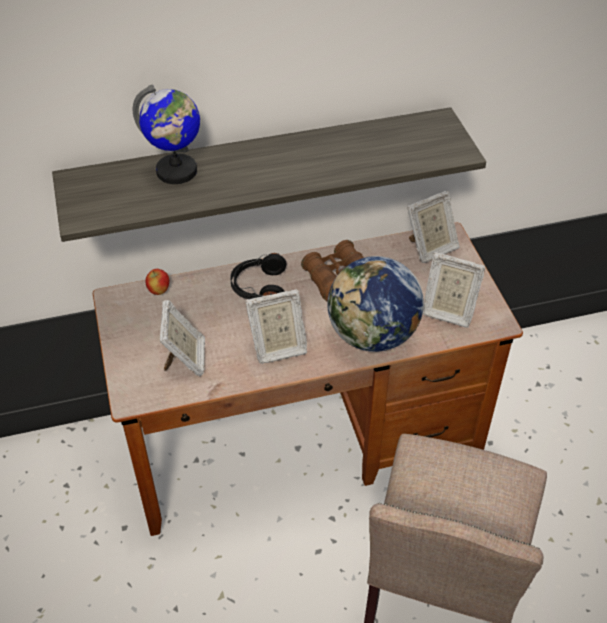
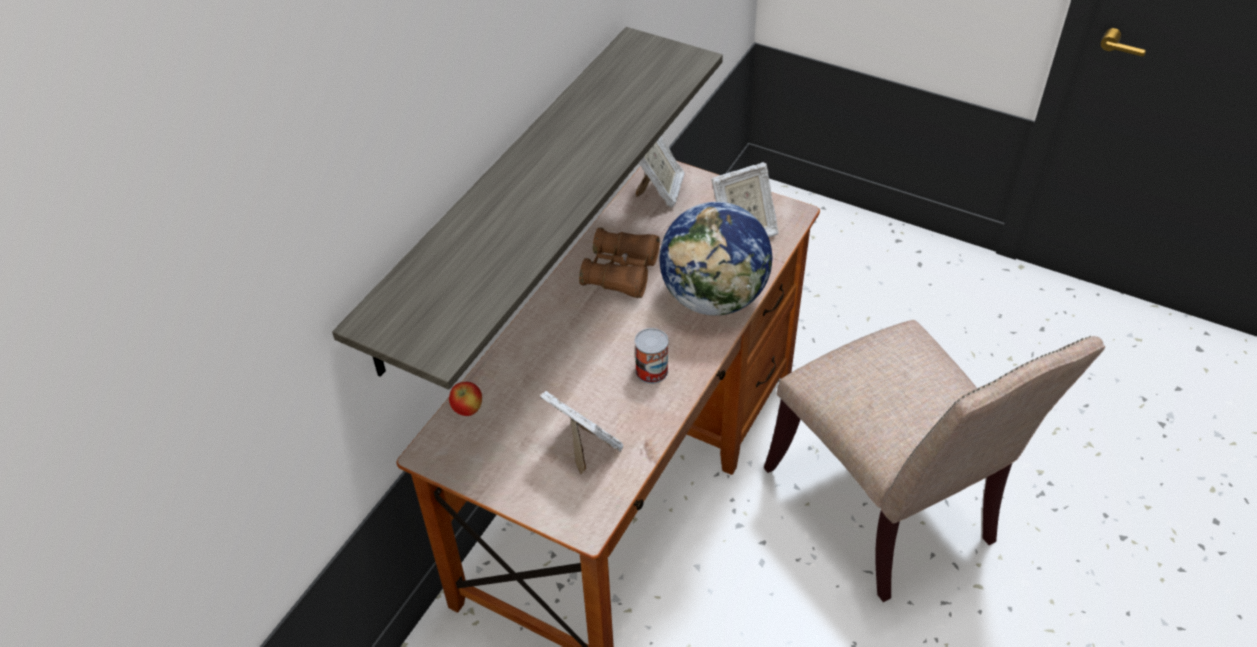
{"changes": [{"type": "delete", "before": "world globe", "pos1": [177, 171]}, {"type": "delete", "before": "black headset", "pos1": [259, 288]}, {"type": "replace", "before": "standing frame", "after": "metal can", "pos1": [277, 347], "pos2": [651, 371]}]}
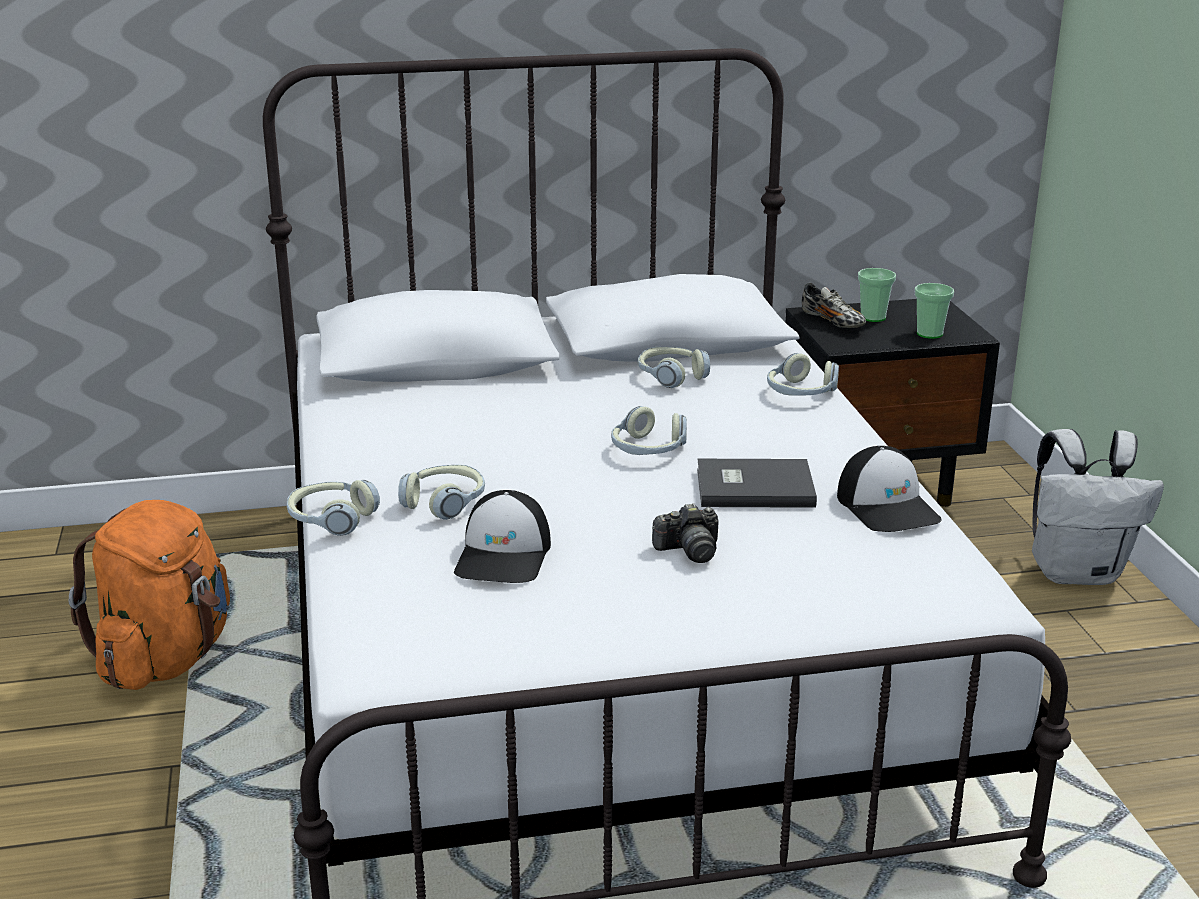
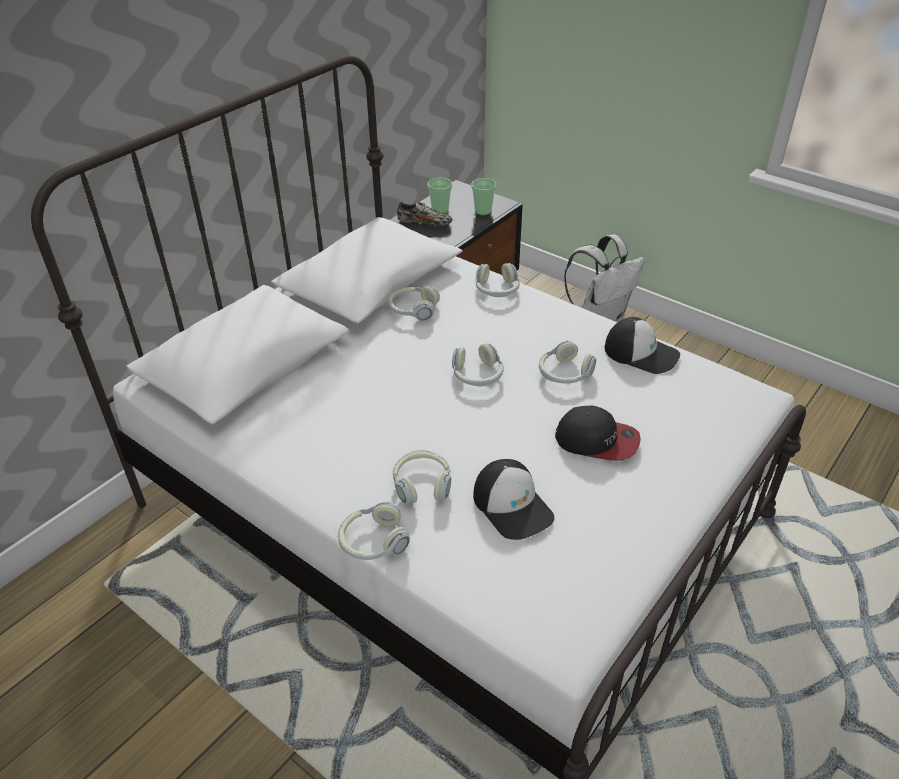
{"changes": [{"type": "replace", "before": "grey volume", "after": "headset", "pos1": [752, 486], "pos2": [564, 374]}, {"type": "delete", "before": "orange-coloured backpack", "pos1": [166, 658]}, {"type": "replace", "before": "photo camera", "after": "cap", "pos1": [689, 550], "pos2": [597, 440]}]}
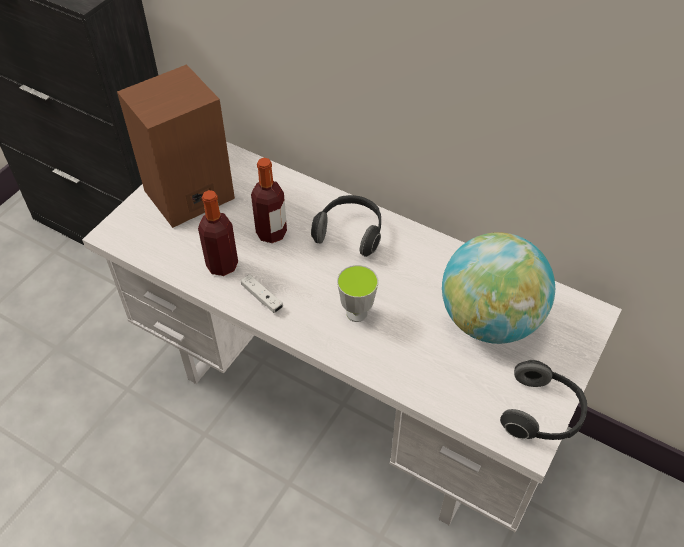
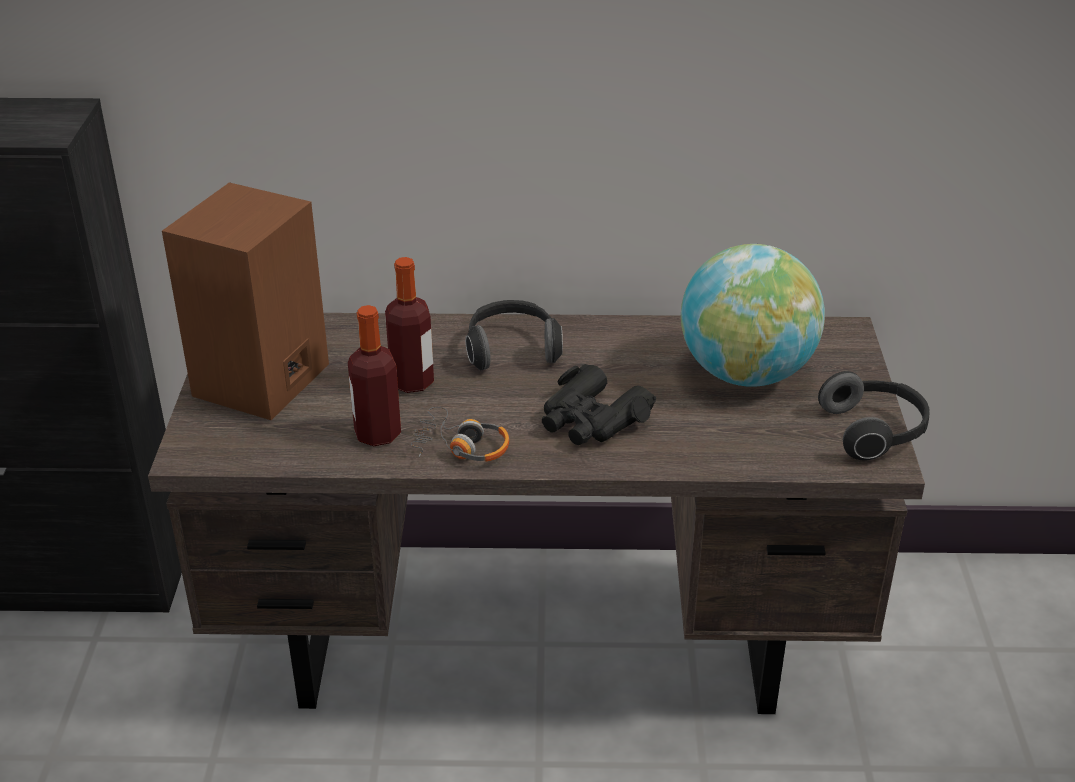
{"changes": [{"type": "recolor", "before": "whitish desk table", "after": "brown-coloured desk table", "pos1": [345, 400], "pos2": [541, 638]}, {"type": "replace", "before": "drinking cup", "after": "black pair of binoculars", "pos1": [356, 313], "pos2": [591, 420]}, {"type": "replace", "before": "whitish joypad", "after": "headset", "pos1": [262, 298], "pos2": [461, 447]}]}
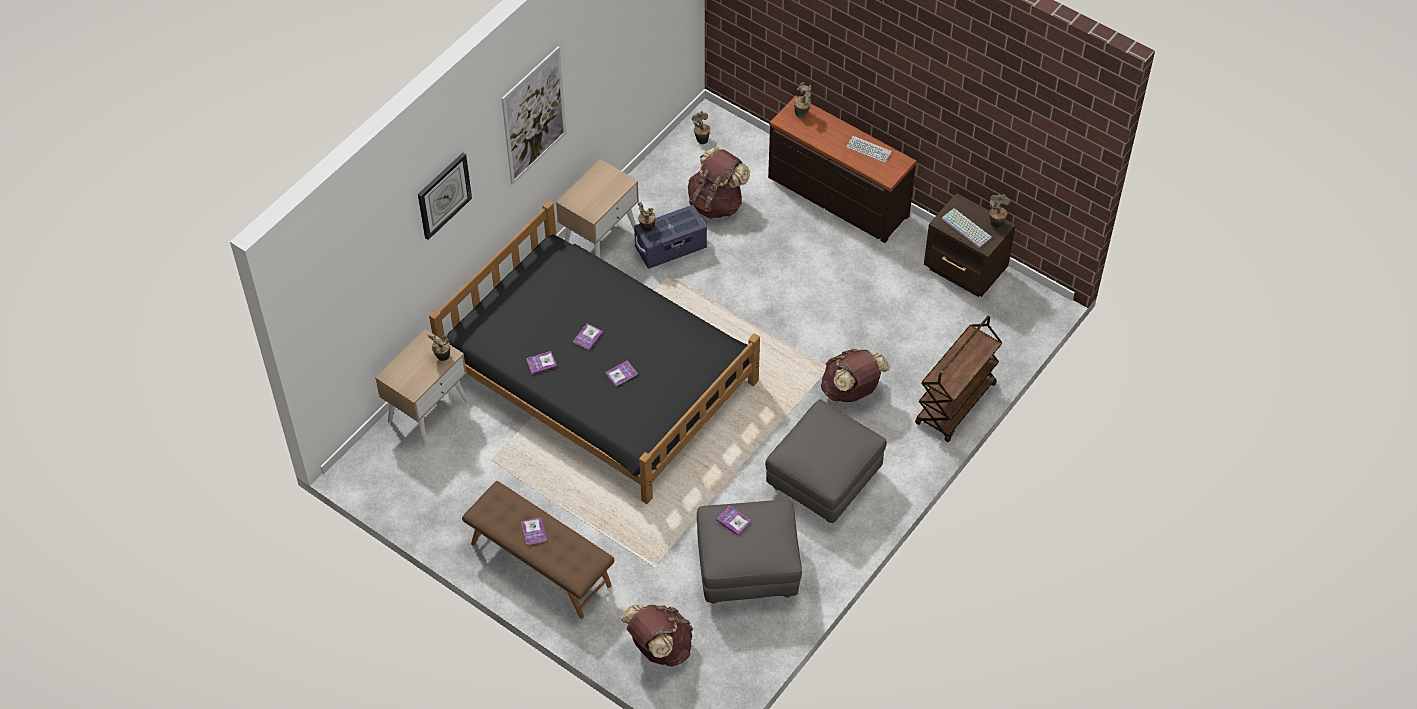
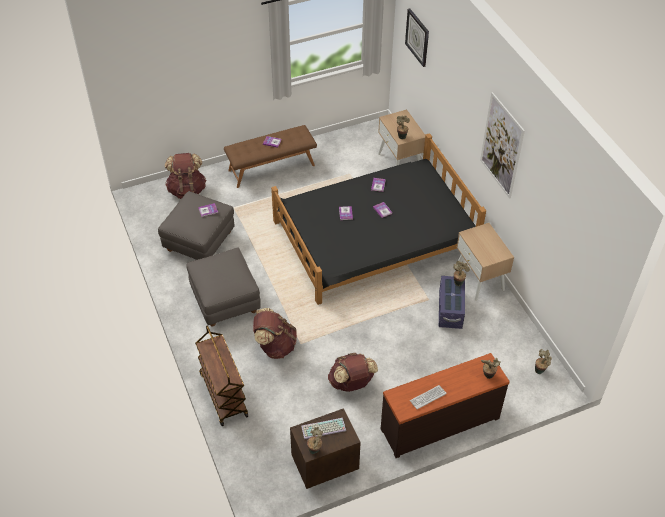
{"changes": [{"type": "move", "before": "brown-coloured backpack", "pos1": [716, 203], "pos2": [351, 383]}, {"type": "move", "before": "clock on the wall", "pos1": [443, 195], "pos2": [417, 37]}]}
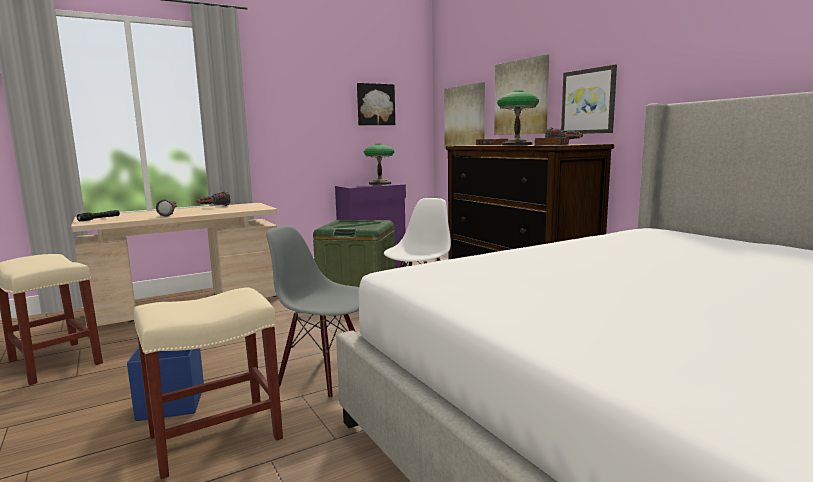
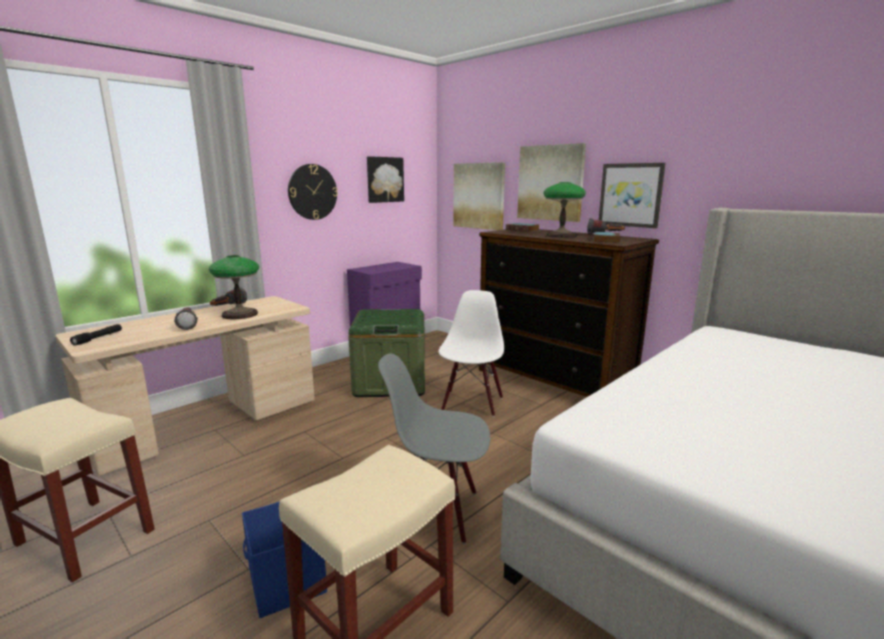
{"changes": [{"type": "move", "before": "tabletop lamp", "pos1": [380, 183], "pos2": [240, 314]}, {"type": "insert", "after": "clock on the wall", "pos2": [312, 192]}]}
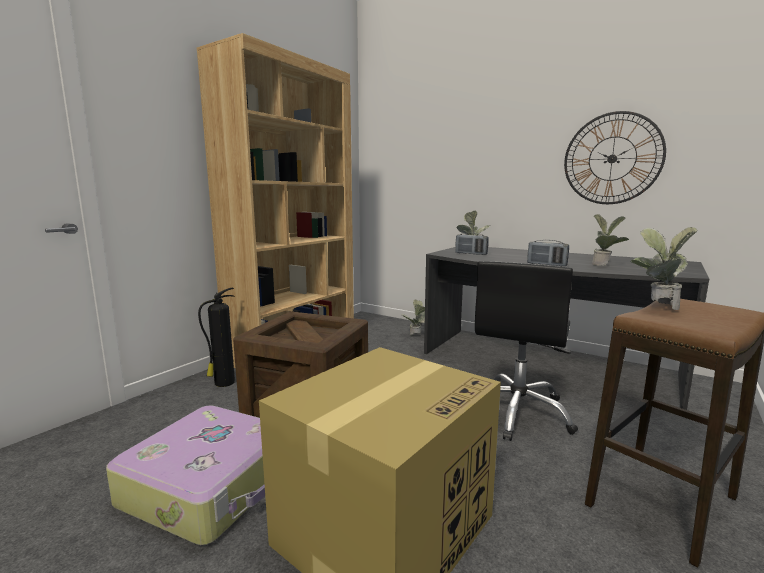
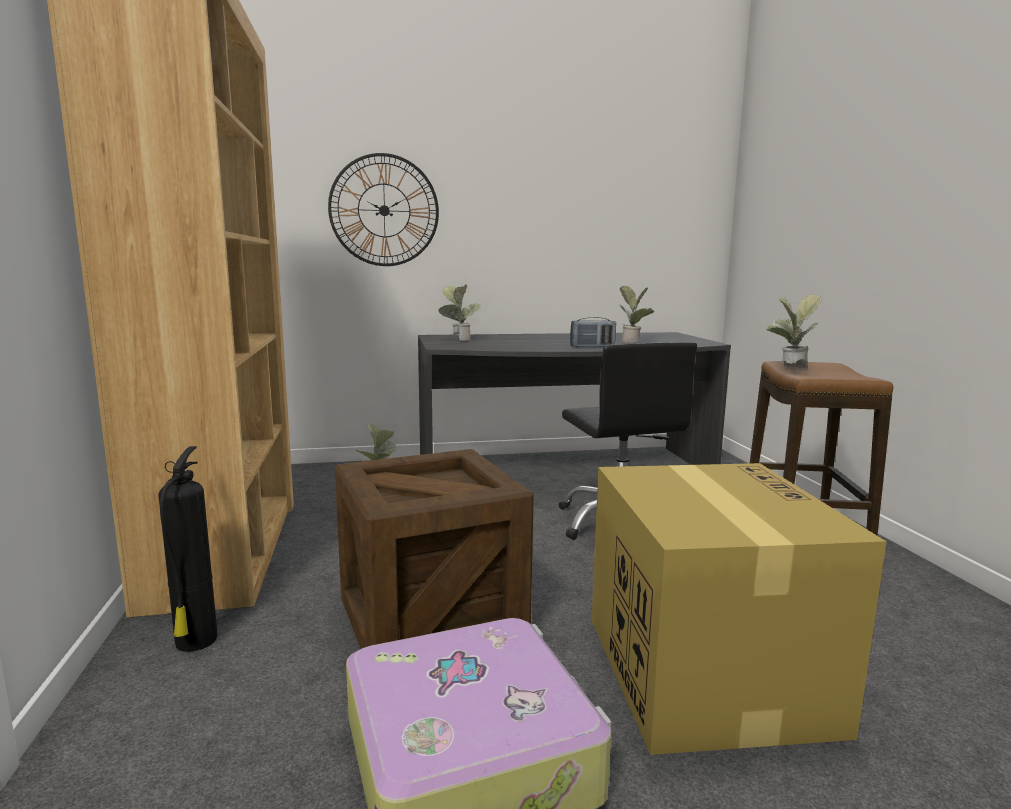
{"changes": [{"type": "move", "before": "clock on the wall", "pos1": [612, 158], "pos2": [384, 210]}, {"type": "delete", "before": "radio set", "pos1": [471, 254]}]}
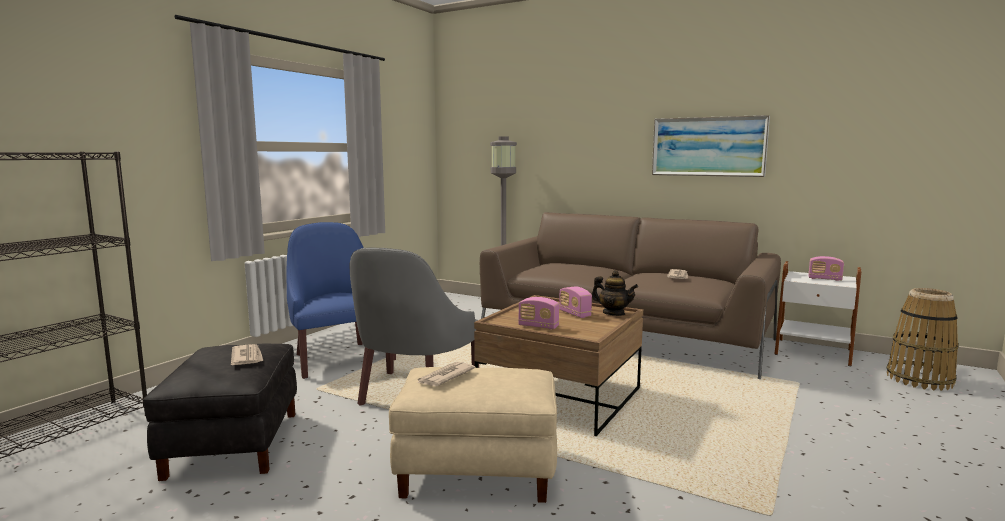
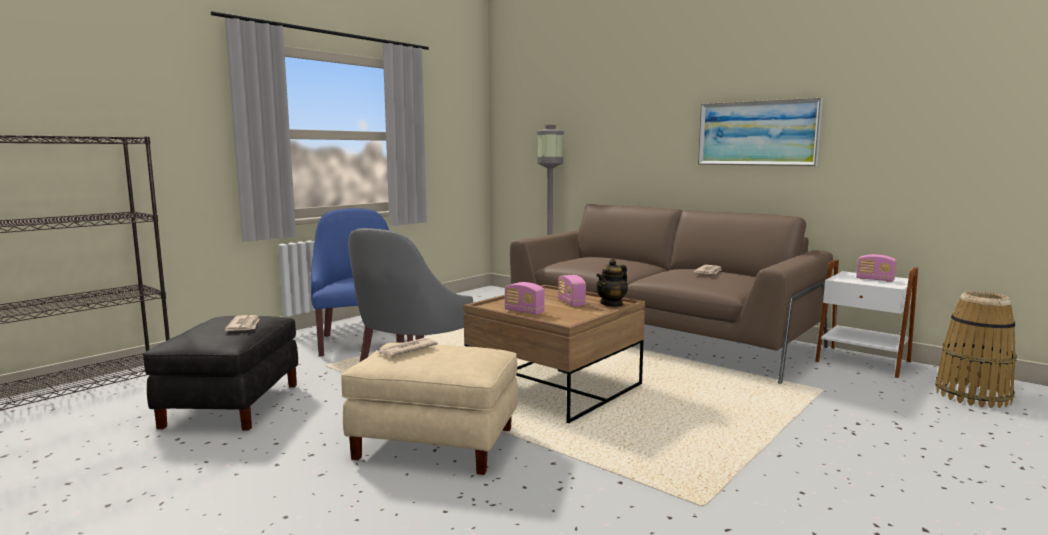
{"changes": [{"type": "rotate", "before": "tea pot", "pos1": [613, 313], "pos2": [612, 304], "turn": 90}]}
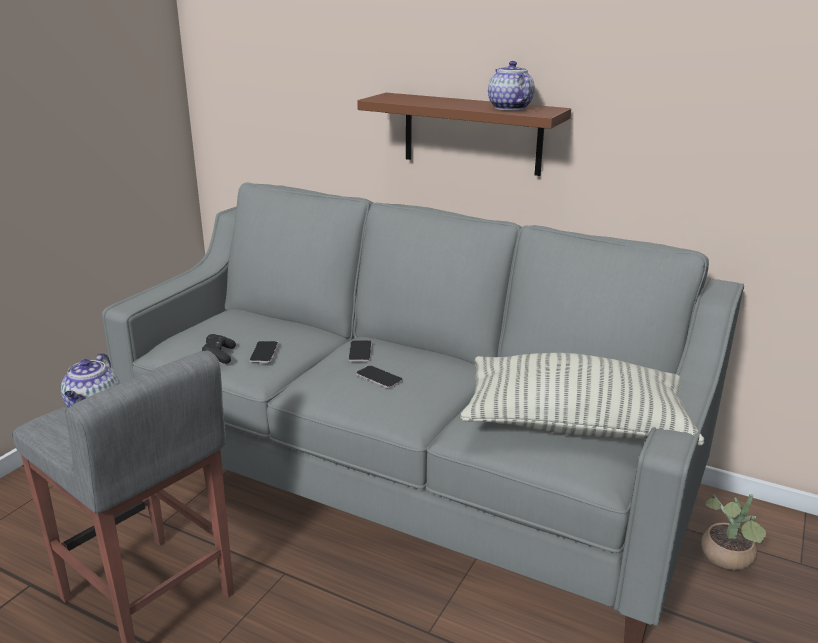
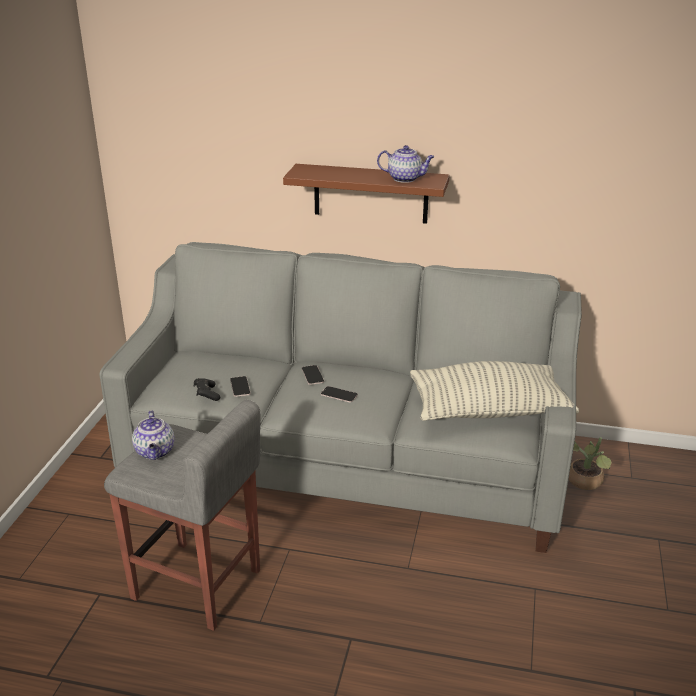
{"changes": [{"type": "rotate", "before": "tea pot", "pos1": [509, 108], "pos2": [405, 179], "turn": 135}]}
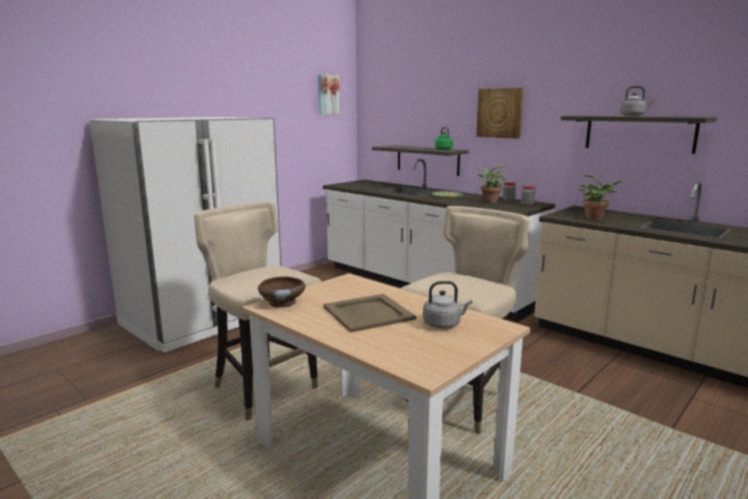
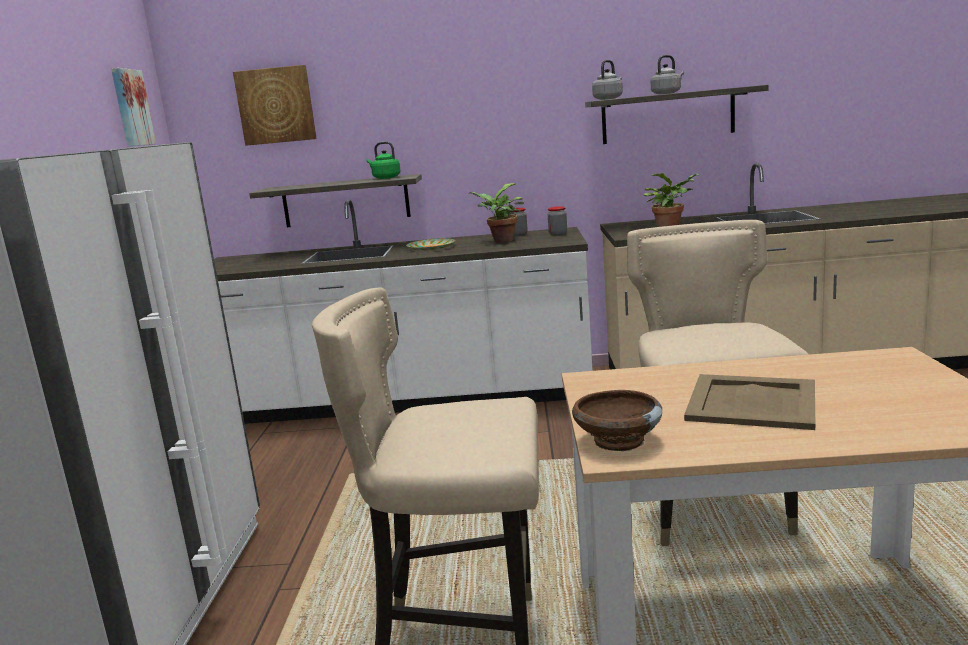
{"changes": [{"type": "move", "before": "picture", "pos1": [500, 113], "pos2": [276, 105]}, {"type": "move", "before": "grey water kettle", "pos1": [443, 324], "pos2": [608, 99]}]}
